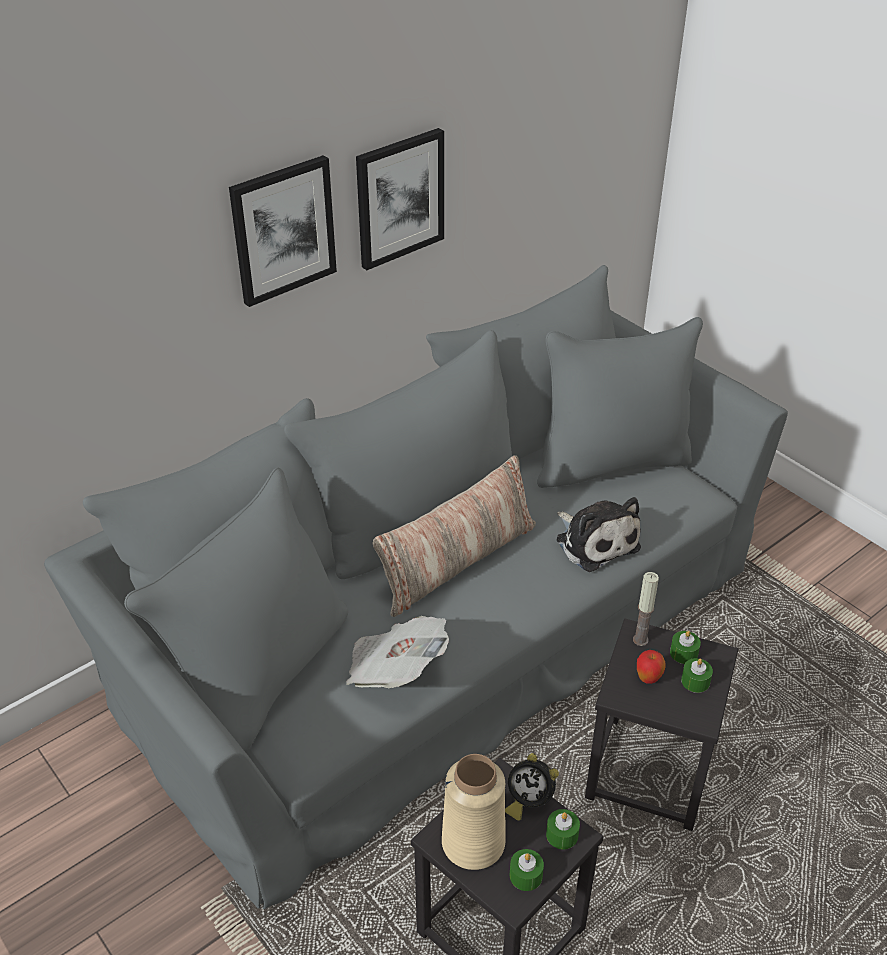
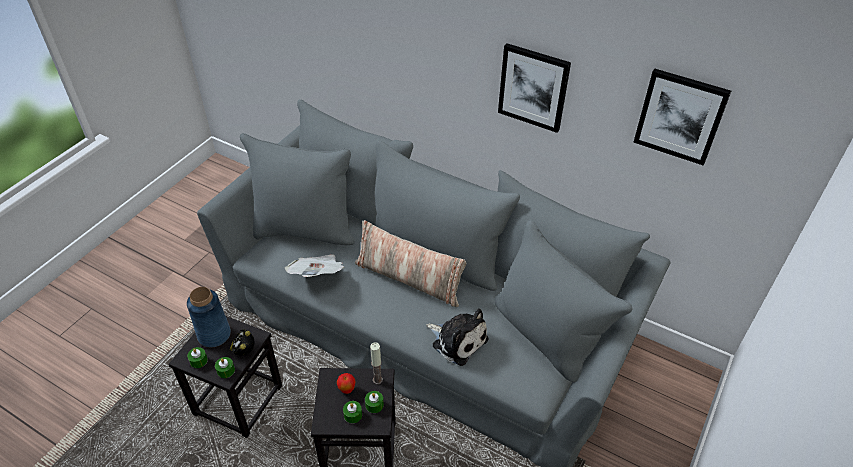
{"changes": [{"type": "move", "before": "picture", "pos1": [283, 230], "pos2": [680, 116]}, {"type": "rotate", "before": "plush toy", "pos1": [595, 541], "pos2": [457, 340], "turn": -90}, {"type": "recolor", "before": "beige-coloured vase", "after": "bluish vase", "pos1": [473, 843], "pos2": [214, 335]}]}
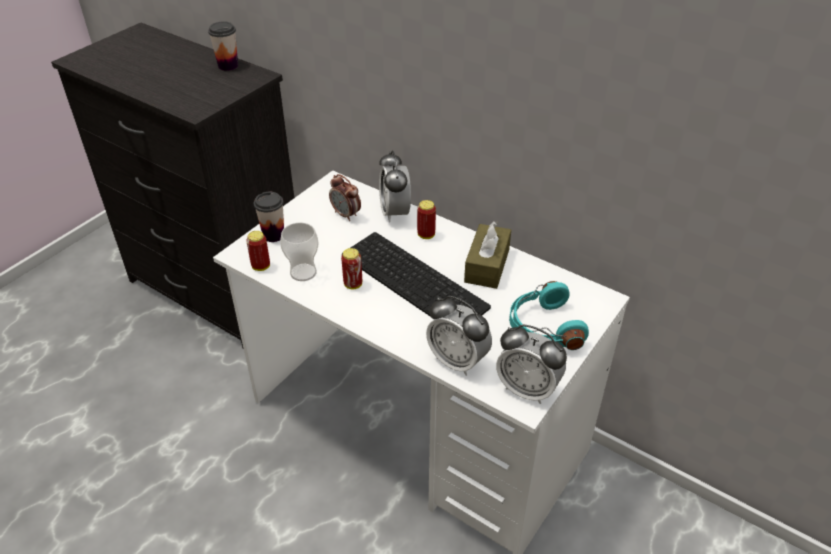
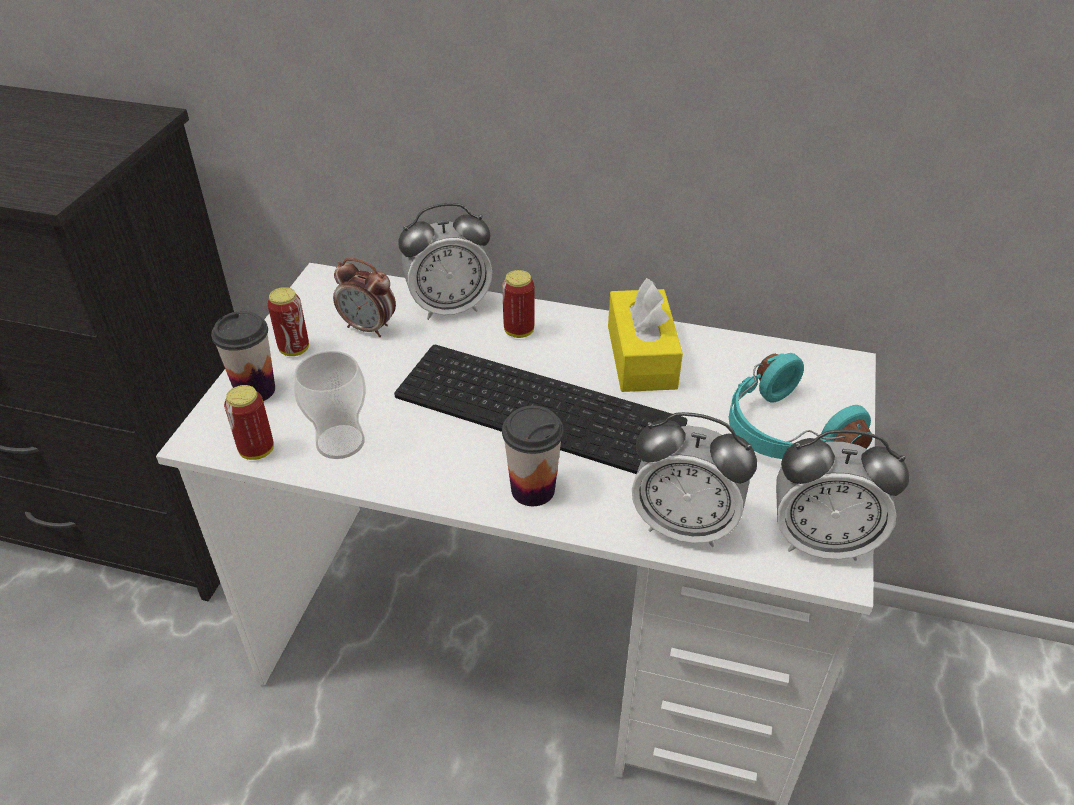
{"changes": [{"type": "move", "before": "drinking cup", "pos1": [228, 66], "pos2": [533, 490]}, {"type": "rotate", "before": "table clock", "pos1": [395, 212], "pos2": [449, 307], "turn": -75}, {"type": "recolor", "before": "brown-coloured tissue box", "after": "yellow-coloured tissue box", "pos1": [487, 265], "pos2": [641, 357]}, {"type": "move", "before": "metal can", "pos1": [353, 284], "pos2": [294, 349]}]}
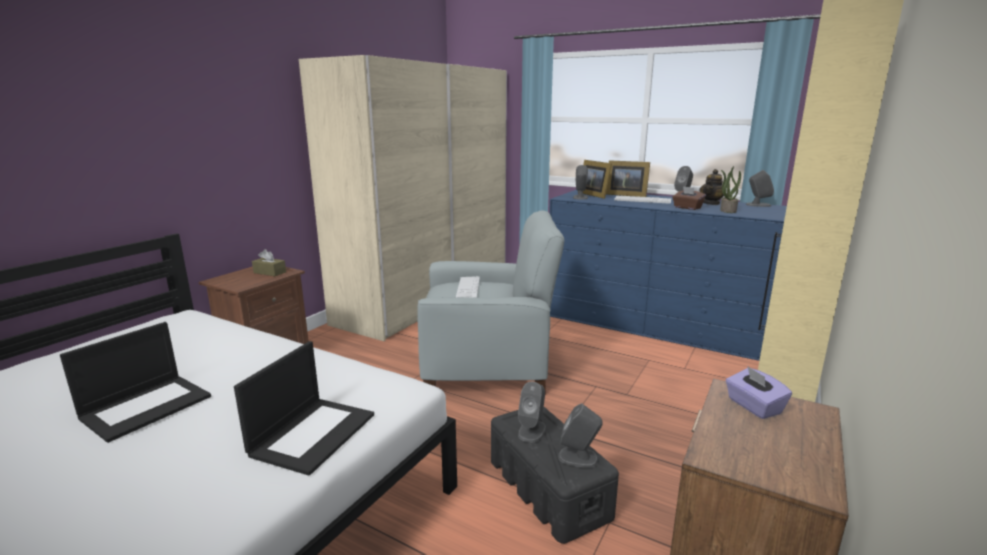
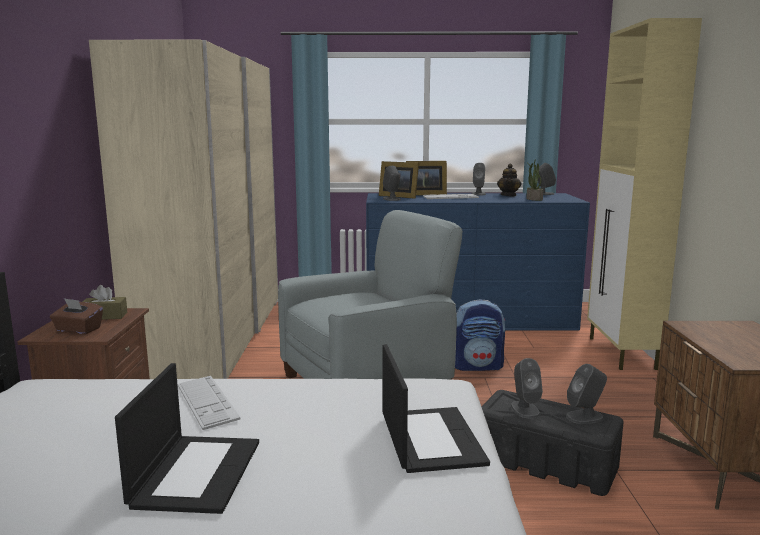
{"changes": [{"type": "move", "before": "brown-coloured tissue box", "pos1": [687, 208], "pos2": [78, 330]}, {"type": "move", "before": "computer keyboard", "pos1": [468, 288], "pos2": [207, 402]}, {"type": "delete", "before": "purple tissue box", "pos1": [753, 406]}, {"type": "insert", "after": "backpack", "pos2": [477, 366]}]}
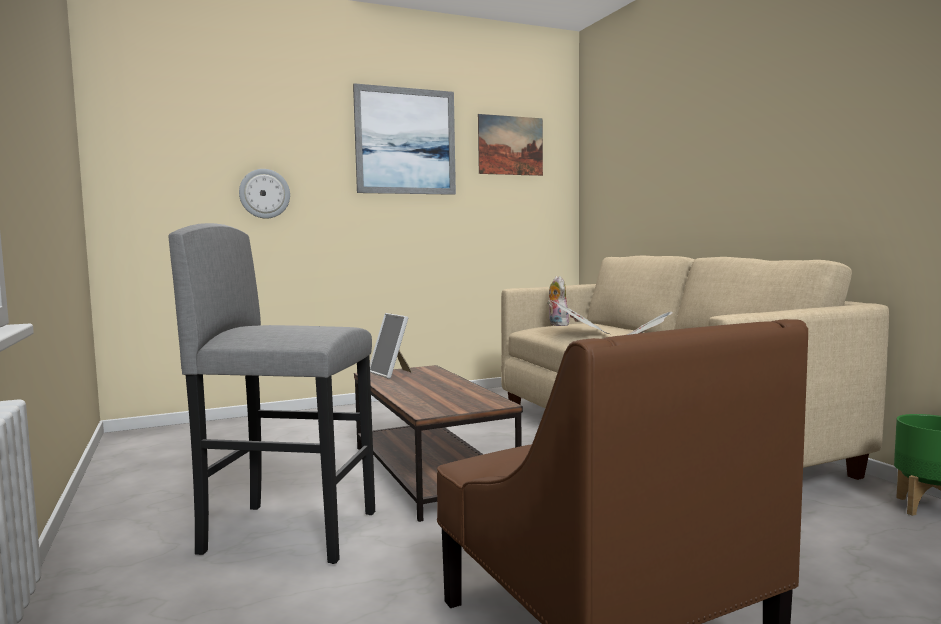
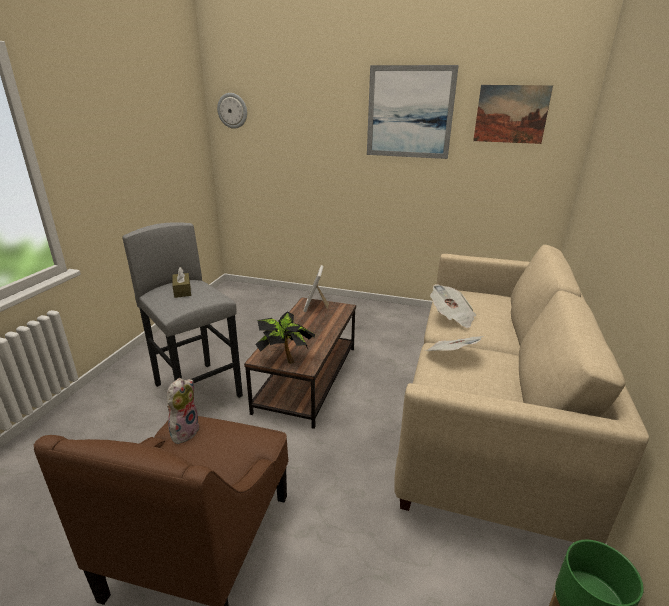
{"changes": [{"type": "move", "before": "clock on the wall", "pos1": [264, 193], "pos2": [232, 110]}, {"type": "move", "before": "plush toy", "pos1": [556, 324], "pos2": [184, 431]}, {"type": "insert", "after": "brown-coloured tissue box", "pos2": [182, 290]}, {"type": "insert", "after": "houseplant", "pos2": [285, 359]}]}
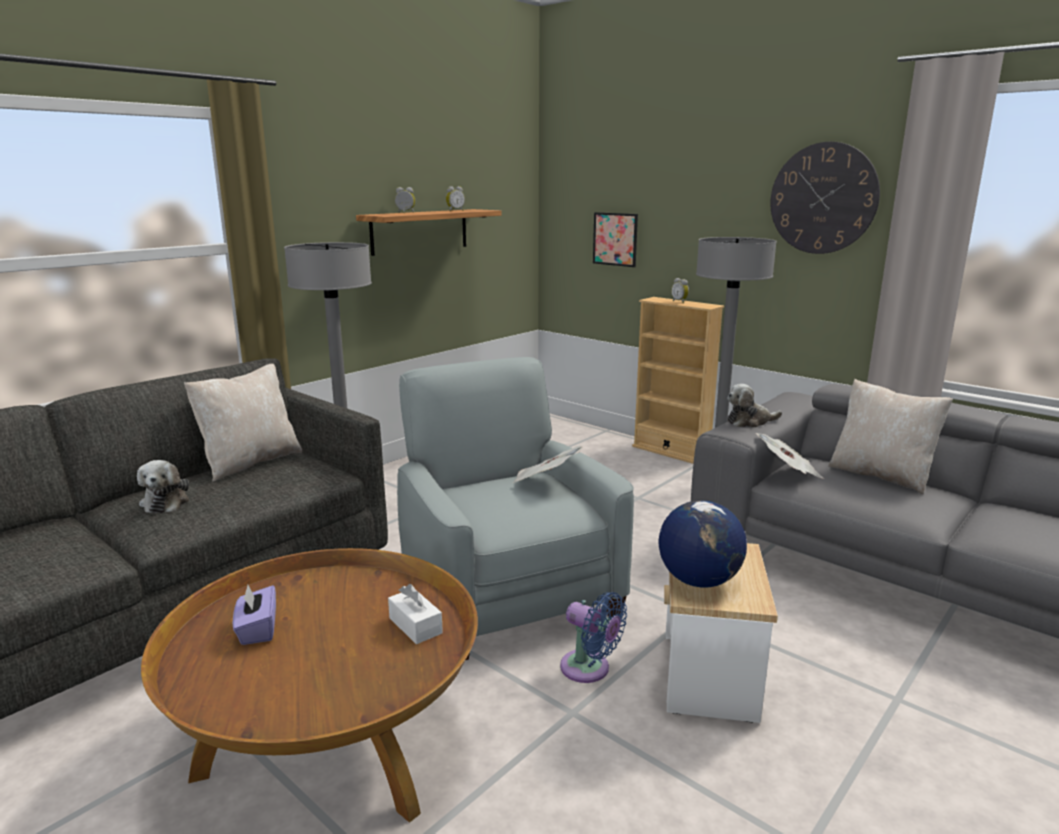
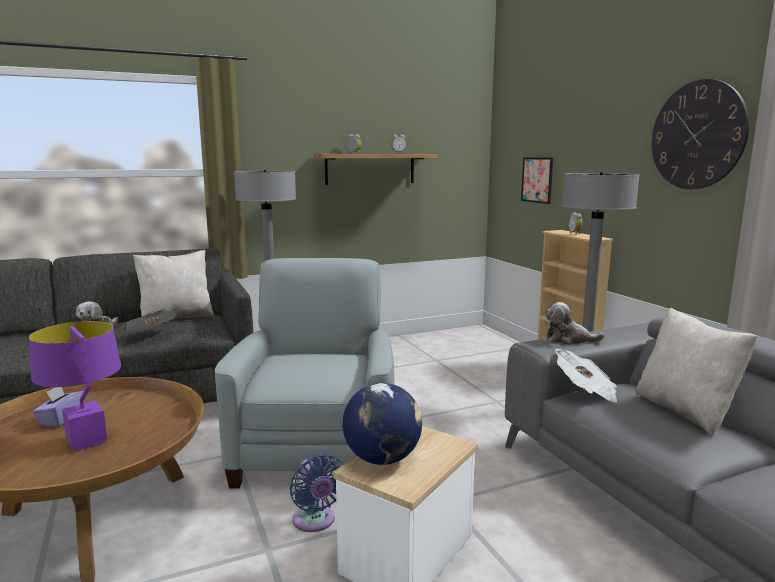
{"changes": [{"type": "move", "before": "daily paper", "pos1": [545, 482], "pos2": [150, 335]}, {"type": "delete", "before": "whitish tissue box", "pos1": [415, 625]}, {"type": "insert", "after": "purple tabletop lamp", "pos2": [87, 442]}]}
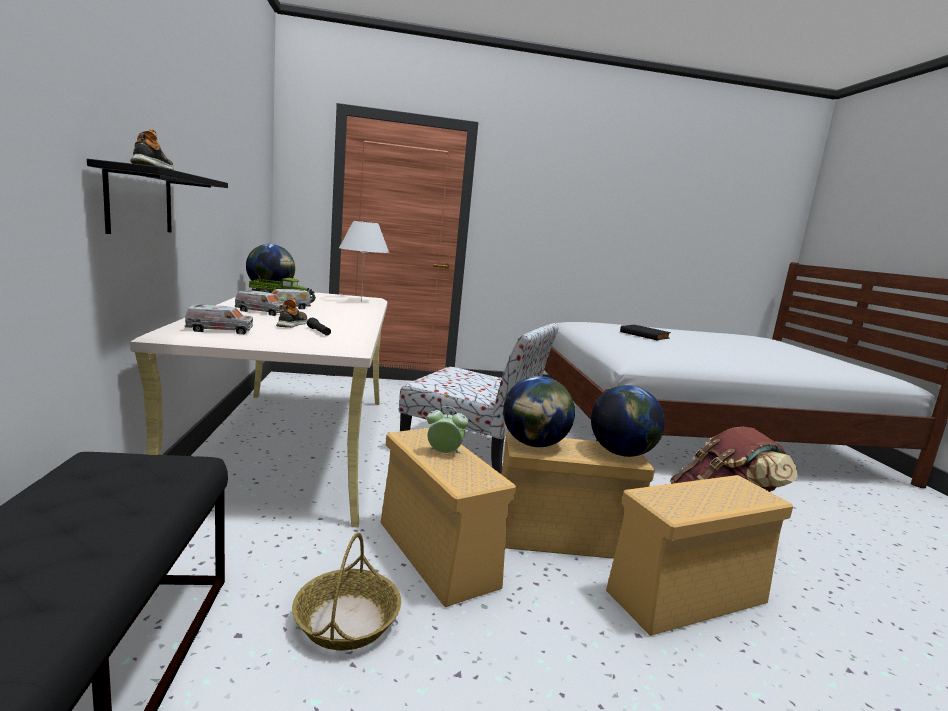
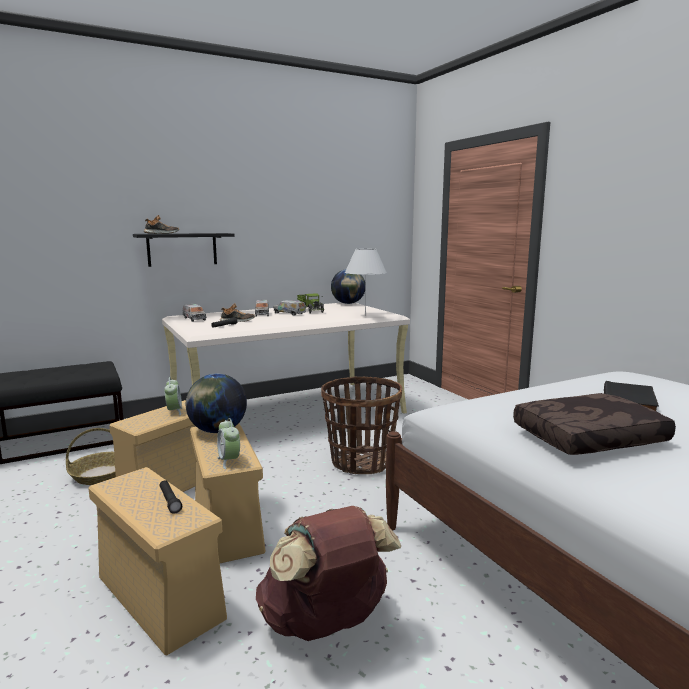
{"changes": [{"type": "replace", "before": "upright chair", "after": "basket", "pos1": [471, 449], "pos2": [360, 462]}, {"type": "replace", "before": "world globe", "after": "table clock", "pos1": [621, 453], "pos2": [229, 461]}, {"type": "insert", "after": "brown-coloured pillow", "pos2": [589, 439]}, {"type": "insert", "after": "black flashlight", "pos2": [170, 501]}]}
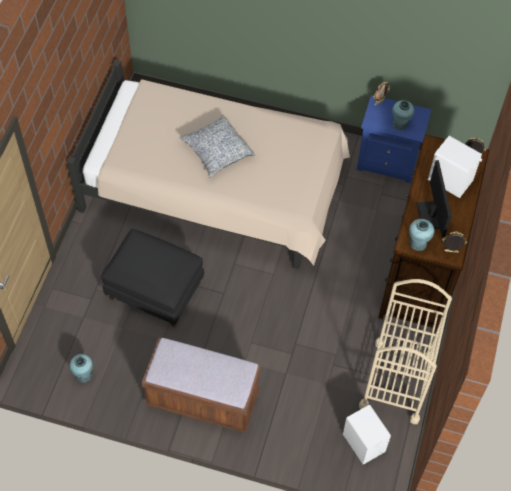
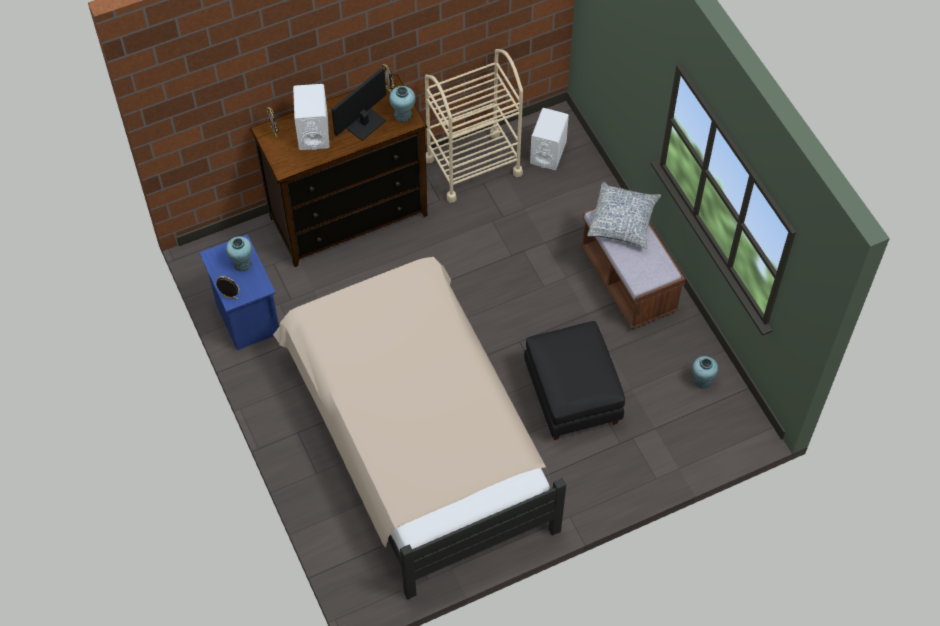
{"changes": [{"type": "move", "before": "pillow", "pos1": [217, 151], "pos2": [623, 221]}]}
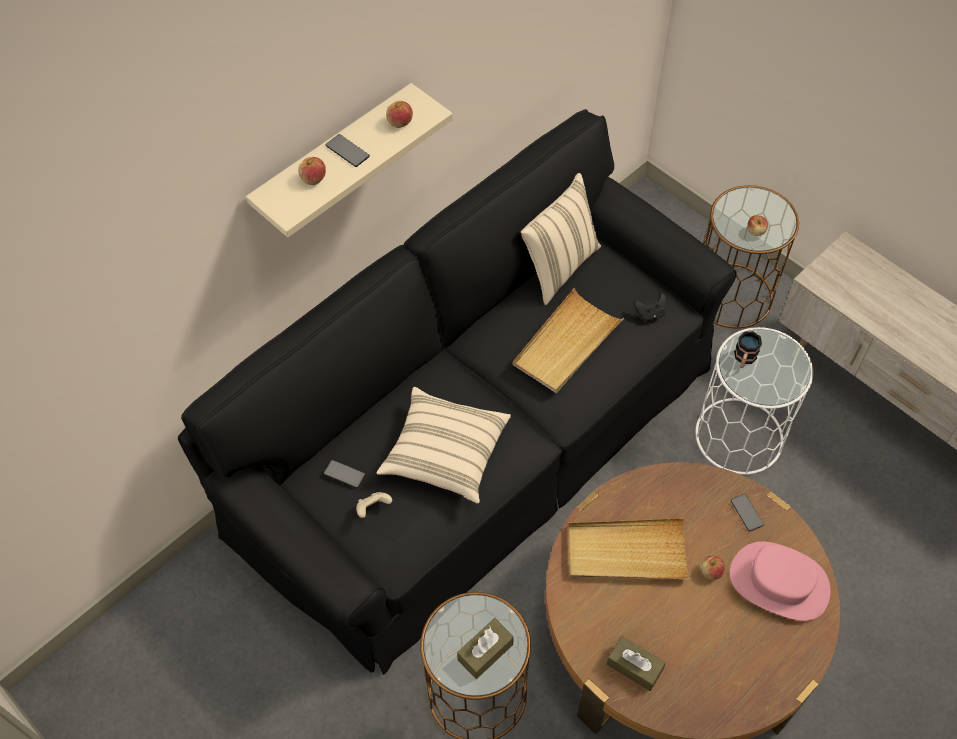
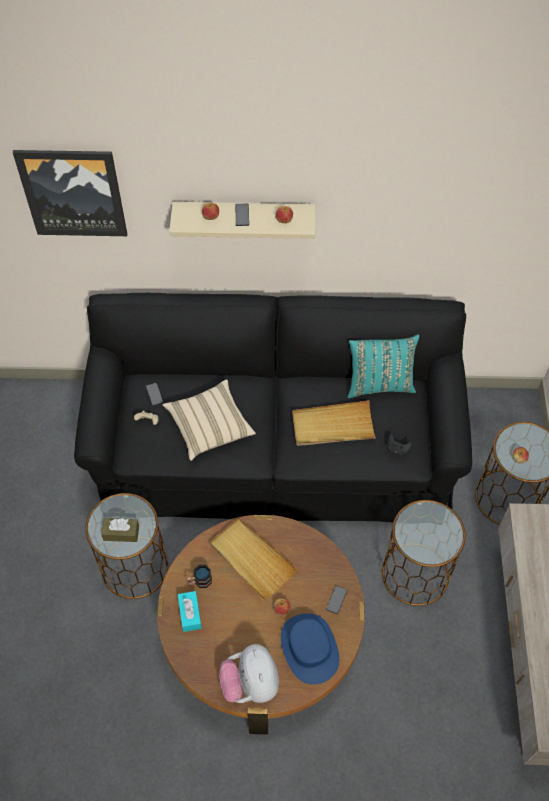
{"changes": [{"type": "recolor", "before": "beige-coloured pillow", "after": "blue-green pillow", "pos1": [558, 267], "pos2": [379, 384]}, {"type": "recolor", "before": "whitish accent table", "after": "brown-coloured accent table", "pos1": [739, 436], "pos2": [415, 574]}, {"type": "move", "before": "tea mug", "pos1": [744, 359], "pos2": [199, 581]}, {"type": "recolor", "before": "pinkish clothing hat", "after": "bluish clothing hat", "pos1": [779, 583], "pos2": [309, 648]}, {"type": "recolor", "before": "brown-coloured tissue box", "after": "blue-green tissue box", "pos1": [634, 666], "pos2": [190, 614]}, {"type": "insert", "after": "picture", "pos2": [73, 192]}, {"type": "insert", "after": "plush toy", "pos2": [250, 684]}]}
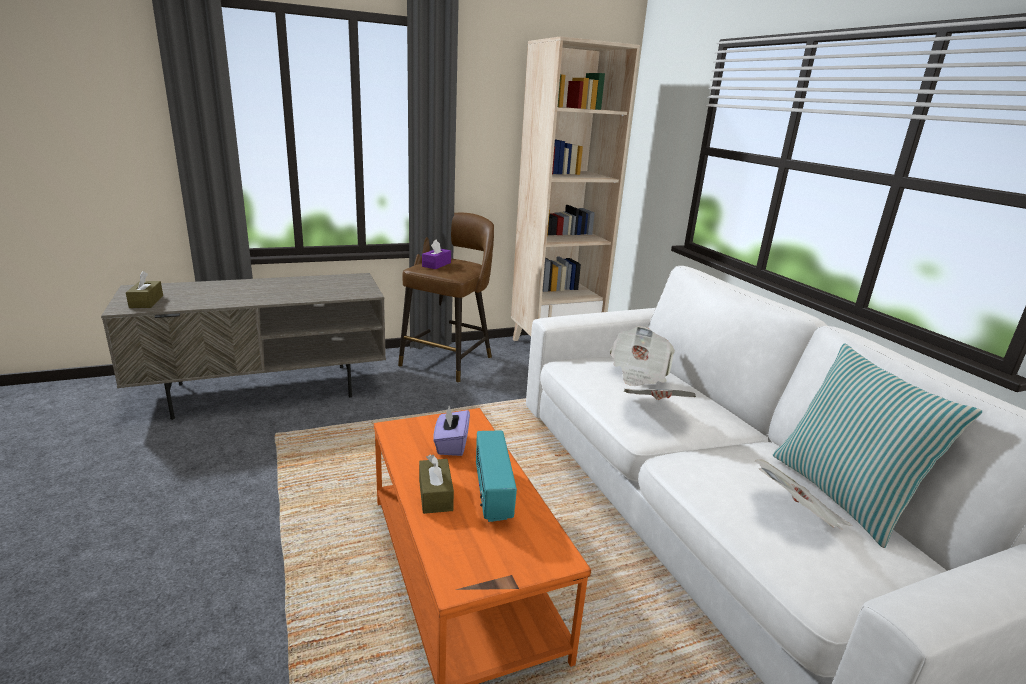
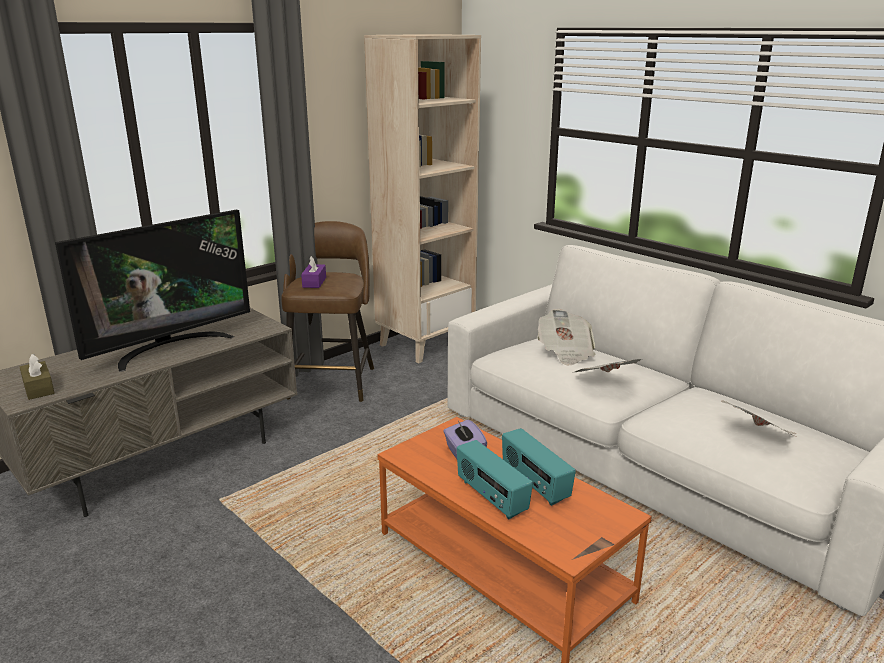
{"changes": [{"type": "delete", "before": "pillow", "pos1": [842, 494]}, {"type": "replace", "before": "brown-coloured tissue box", "after": "radio set", "pos1": [435, 495], "pos2": [491, 498]}, {"type": "insert", "after": "TV set", "pos2": [170, 347]}]}
